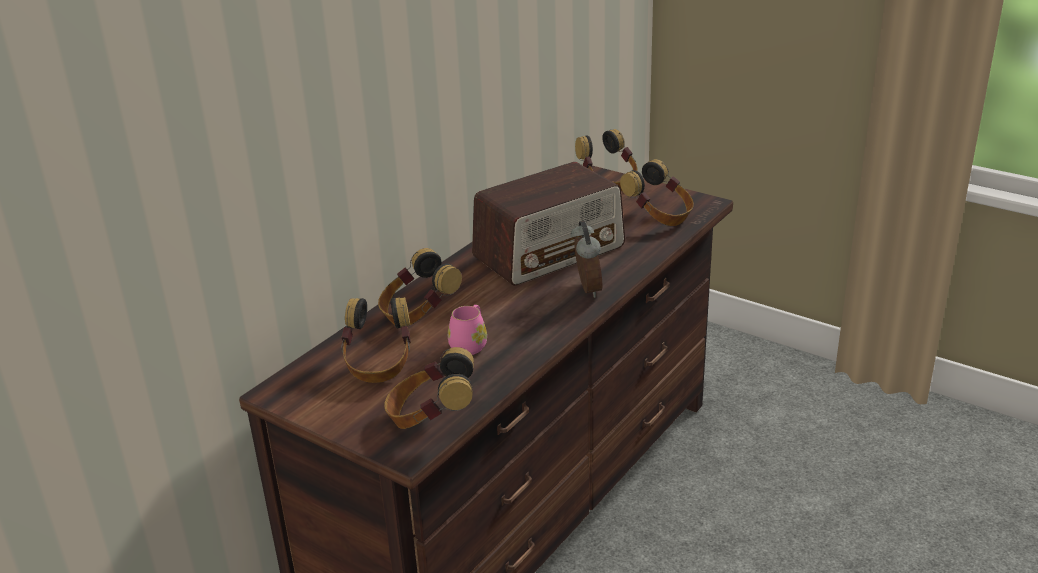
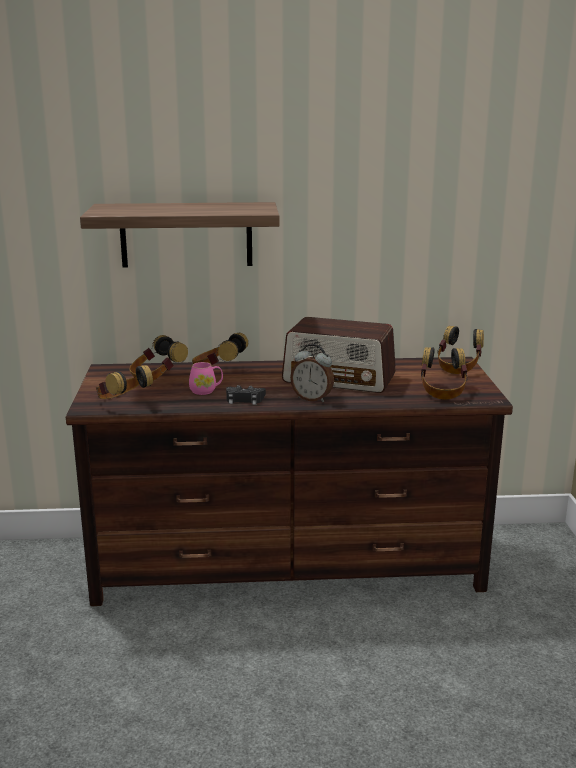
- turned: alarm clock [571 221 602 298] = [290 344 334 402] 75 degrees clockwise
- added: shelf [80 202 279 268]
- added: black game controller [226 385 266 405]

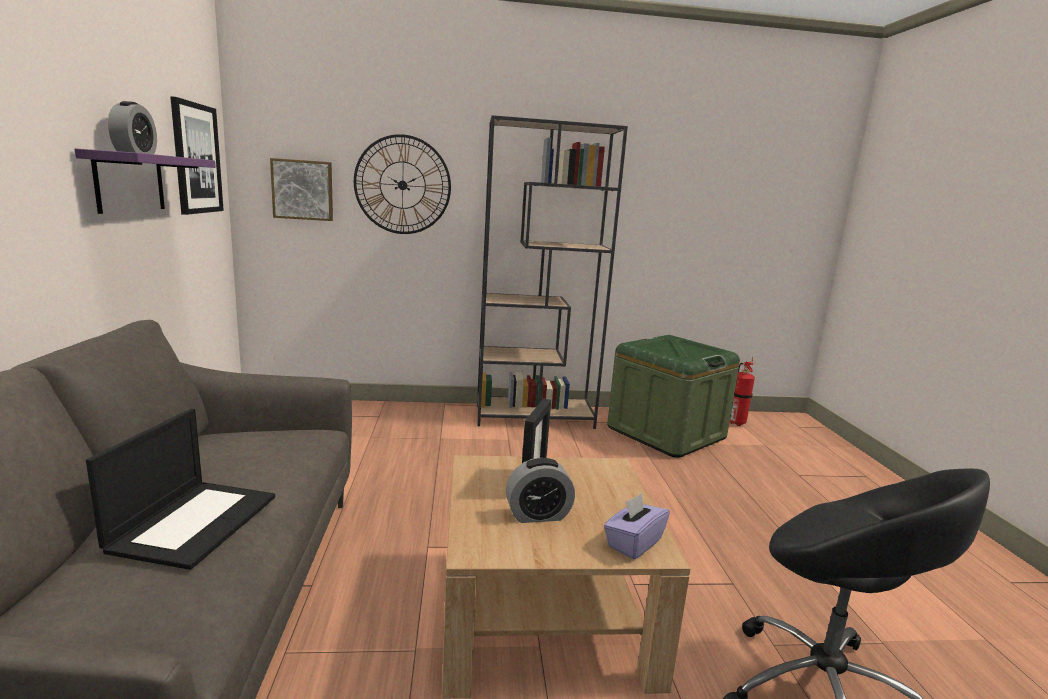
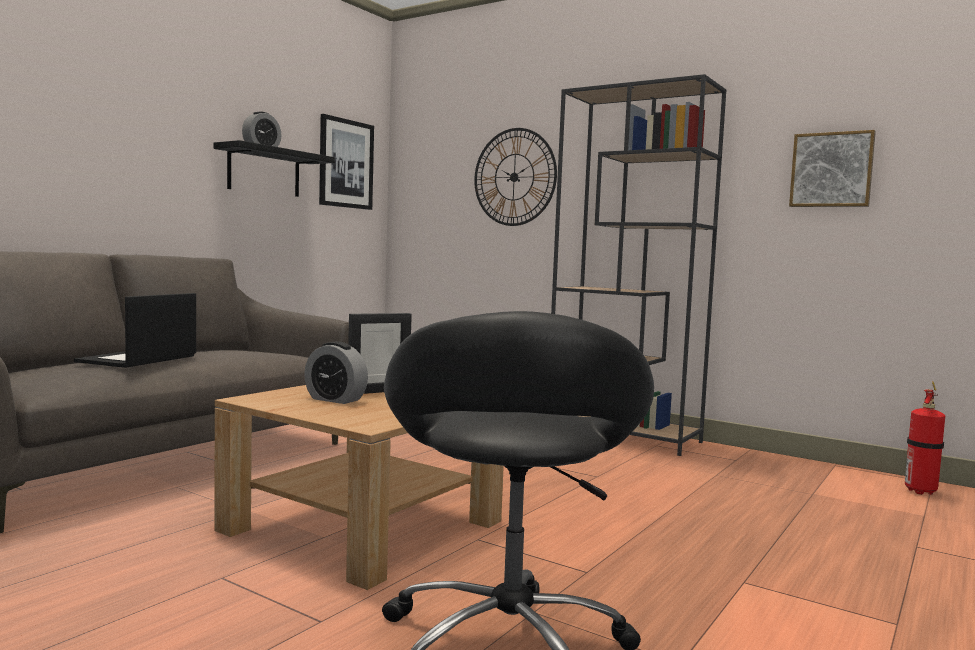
- recoloured: purple shelf [75 148 216 214] to black shelf [213 140 335 197]
- moved: picture [270 158 333 221] to [789 130 876 207]
- removed: green storage box [607 335 740 458]
- turned: laptop [86 409 275 570] = [74 293 196 368] 150 degrees clockwise
- removed: purple tissue box [604 493 670 560]

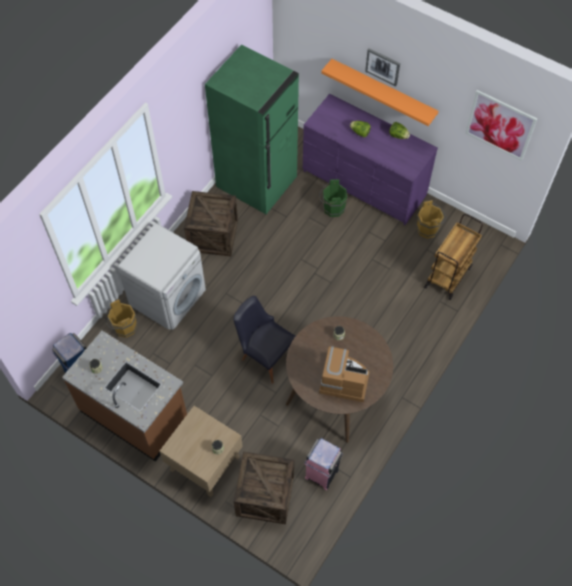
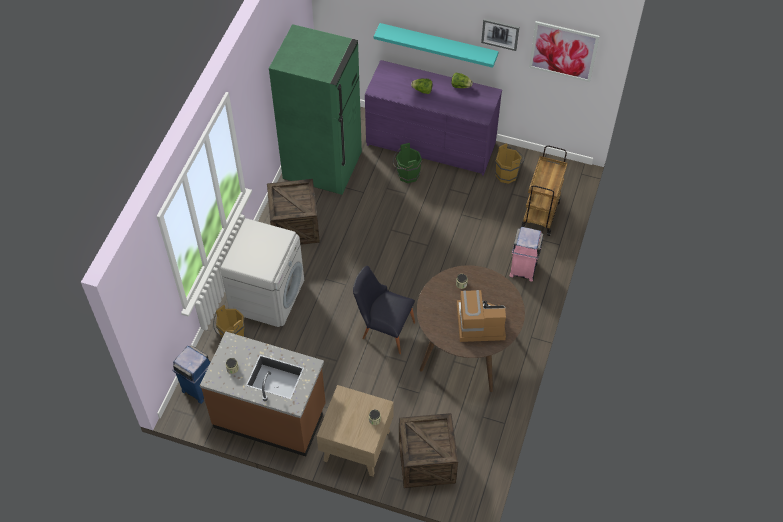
- moved: picture [365 49 400 86] to [481 19 519 51]
- recoloured: orange shelf [321 59 438 126] to turquoise shelf [374 23 499 68]
- moved: pink trash can [304 438 343 490] to [510 227 544 282]

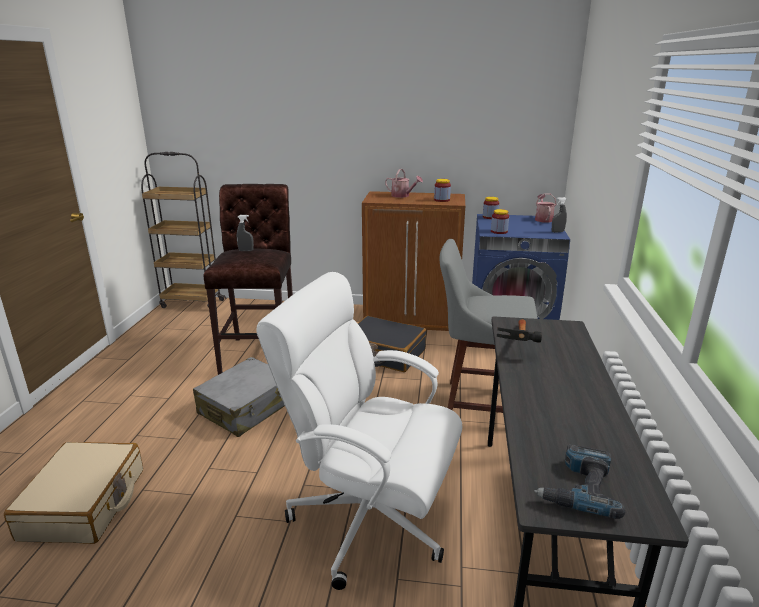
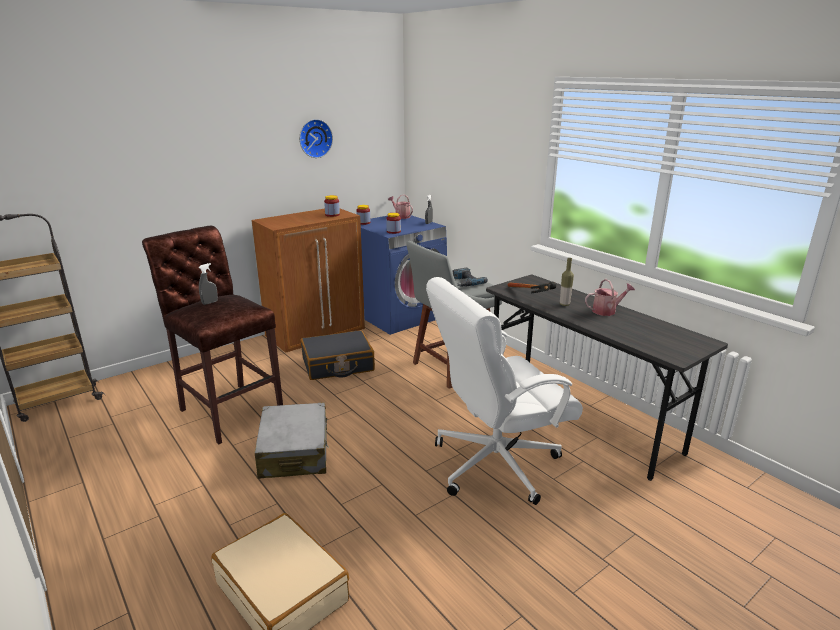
- moved: watering can [385 169 423 198] to [585 279 635 316]
- moved: power drill [534 445 625 519] to [452 268 488 287]
- added: wall clock [299 119 333 158]
- added: bottle [560 258 574 306]

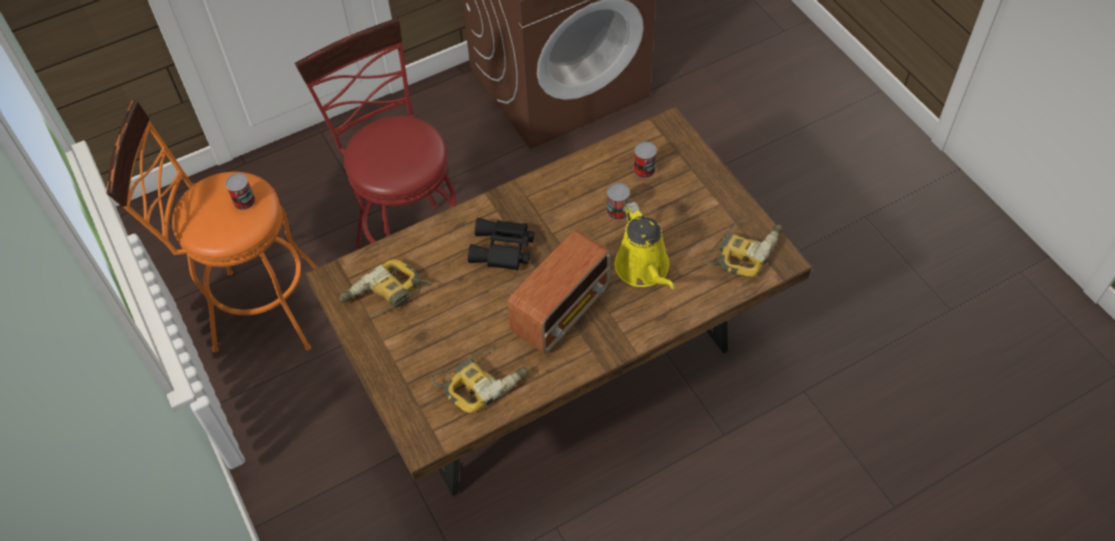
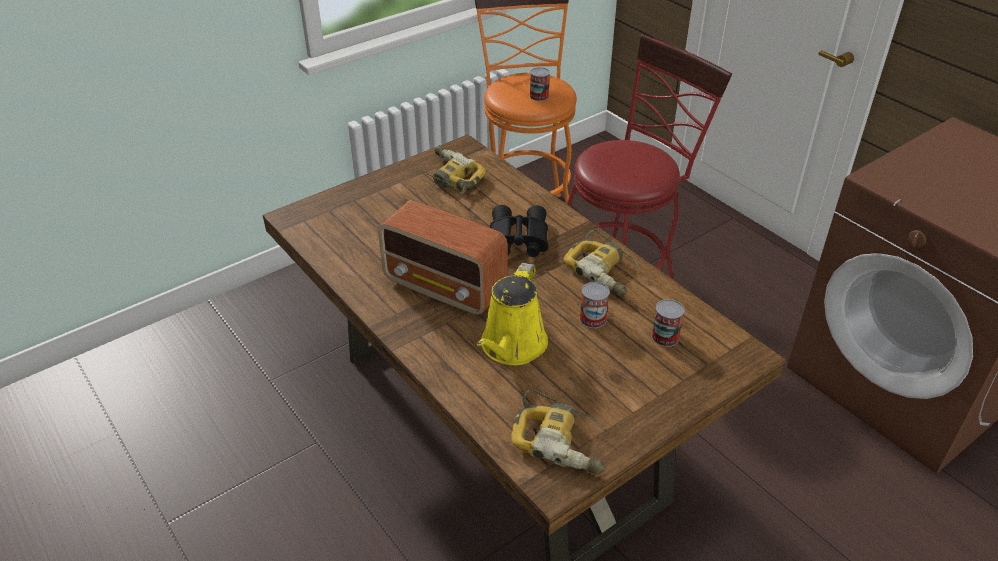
- turned: yellow watering can [615 202 676 289] = [477 263 548 365] 45 degrees counterclockwise
- moved: power drill [431 350 529 413] to [563 229 641 296]

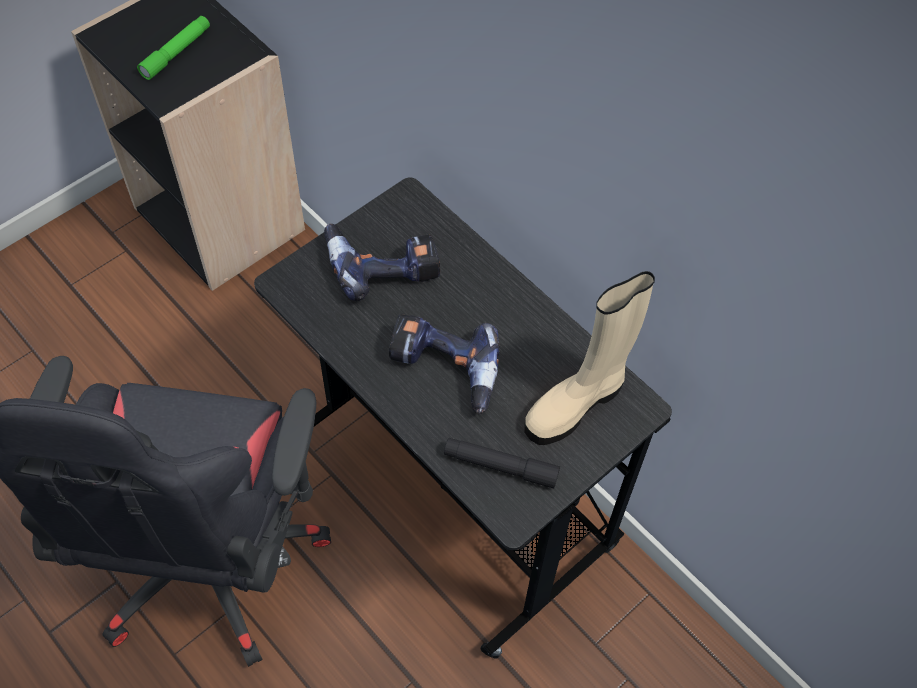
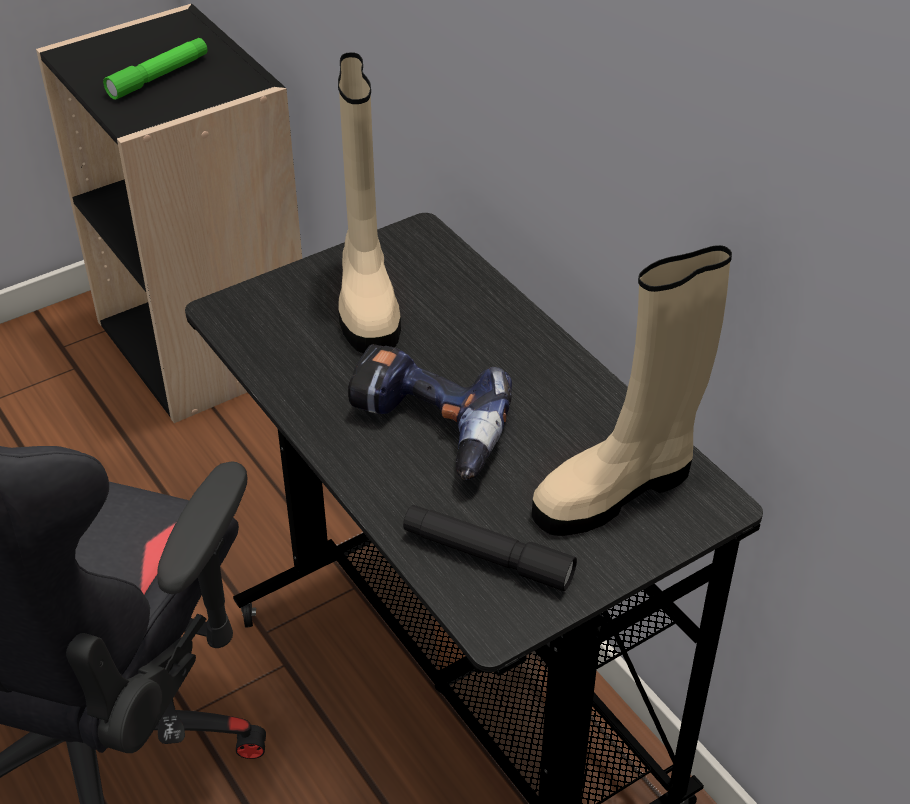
- replaced: power drill [324 223 441 301] to beige boot [338 52 401 354]

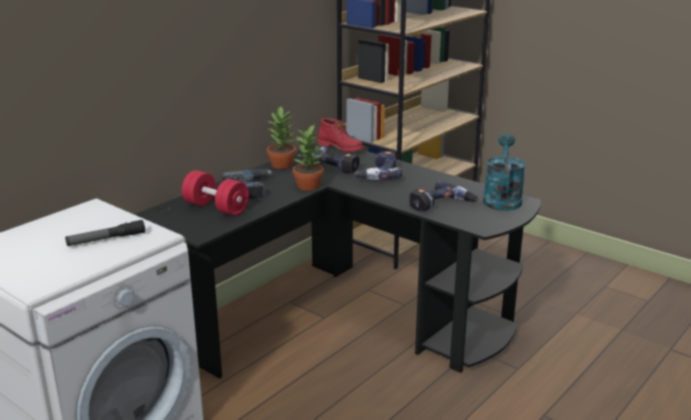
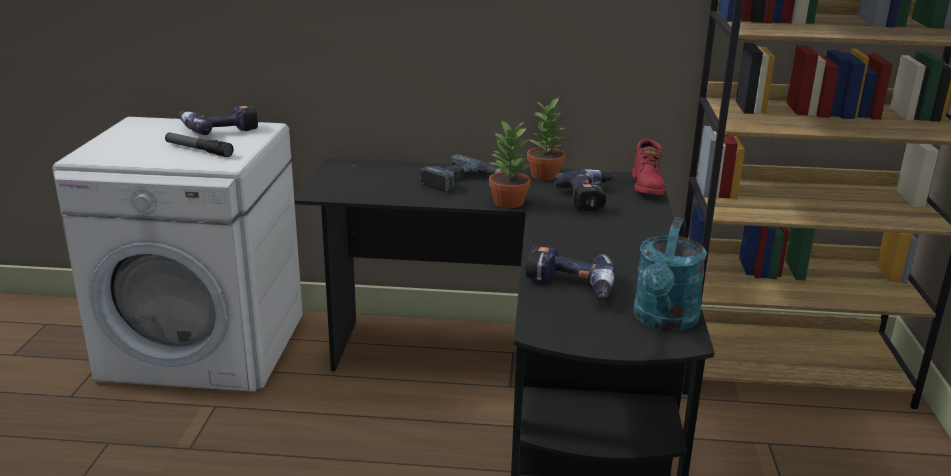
- turned: turquoise watering can [483 134 526 211] = [633 217 707 331] 135 degrees clockwise
- moved: power drill [354 151 402 180] to [179 105 258 135]
- removed: red dumbbell [182 170 249 216]

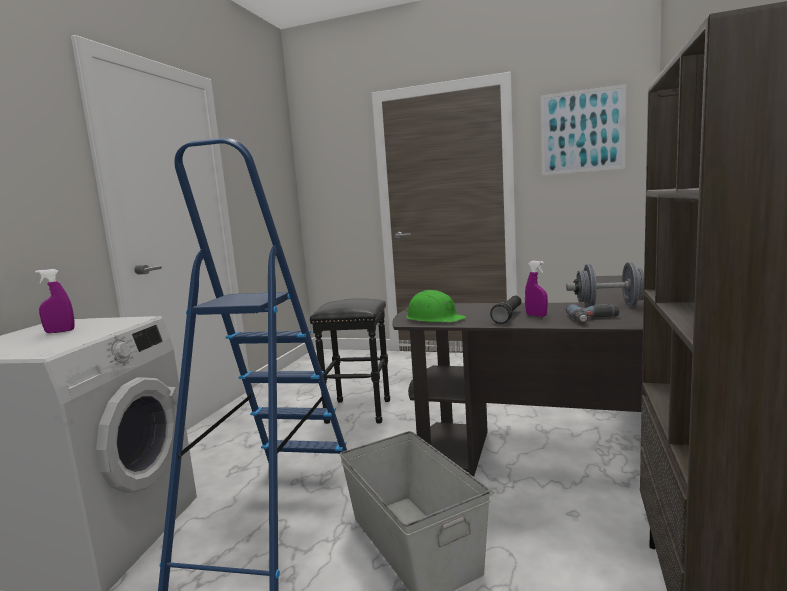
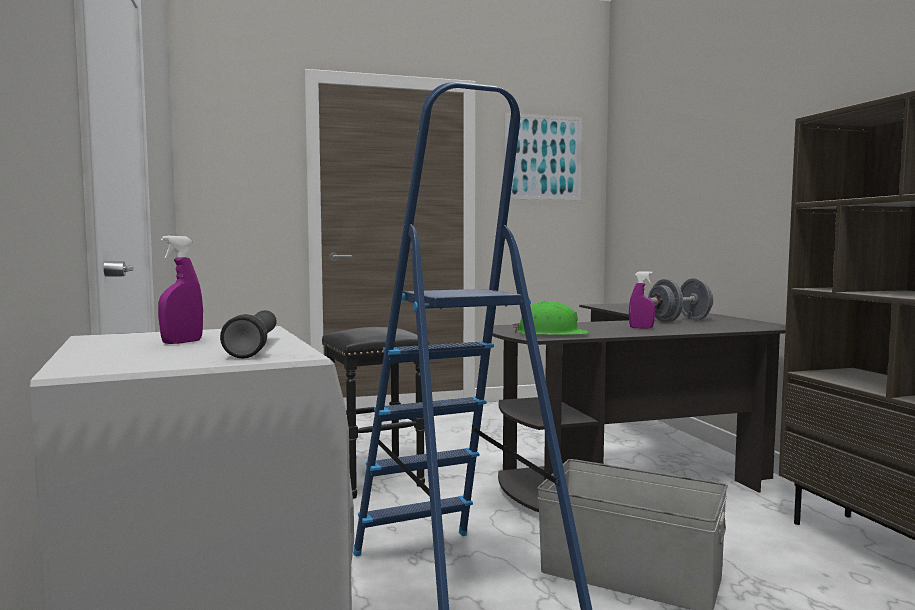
- moved: black flashlight [490 296 521 324] to [220 310 277 358]
- removed: power drill [566 304 619 323]

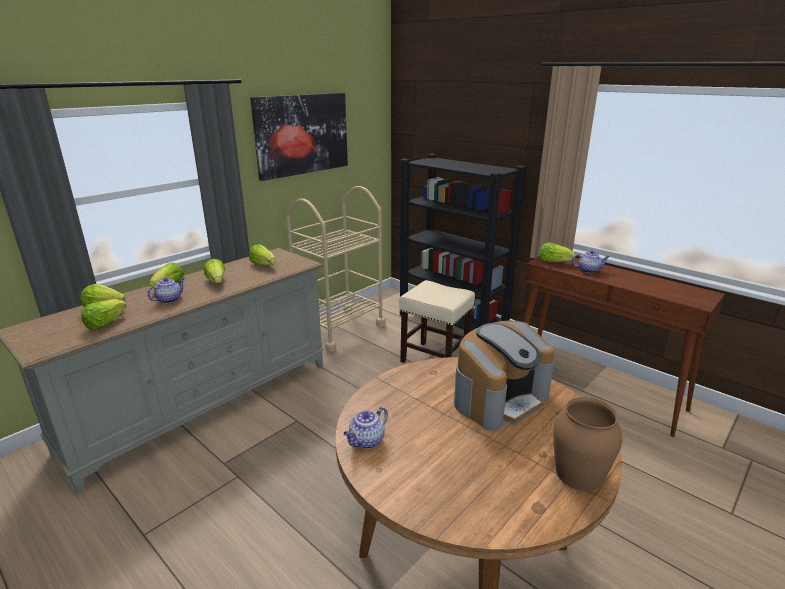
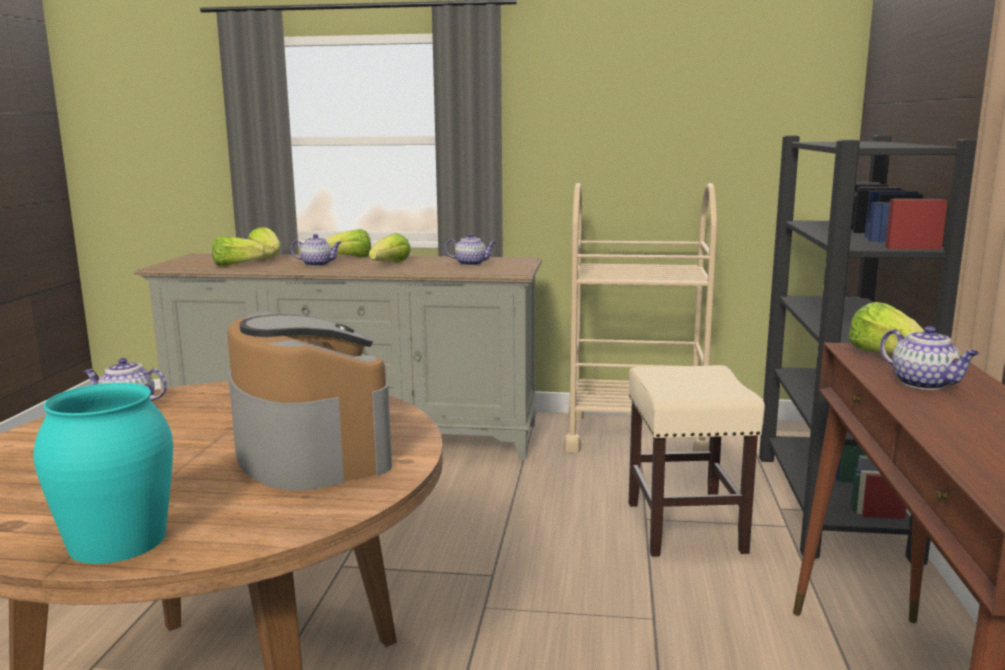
- removed: picture [250 93 348 181]
- replaced: lettuce [249 244 276 265] to teapot [445 233 496 266]
- turned: coffee machine [454 320 555 431] = [227 311 392 490] 135 degrees counterclockwise
- recoloured: brown vase [553 397 622 491] to turquoise vase [33 383 173 564]

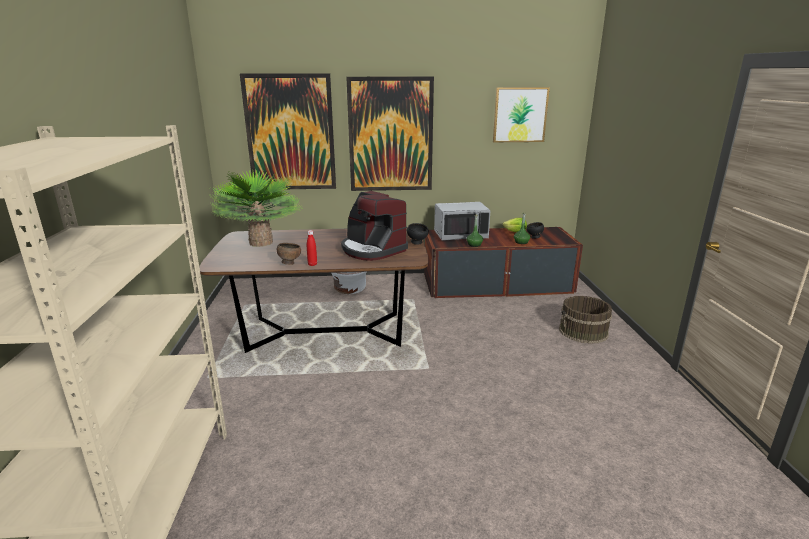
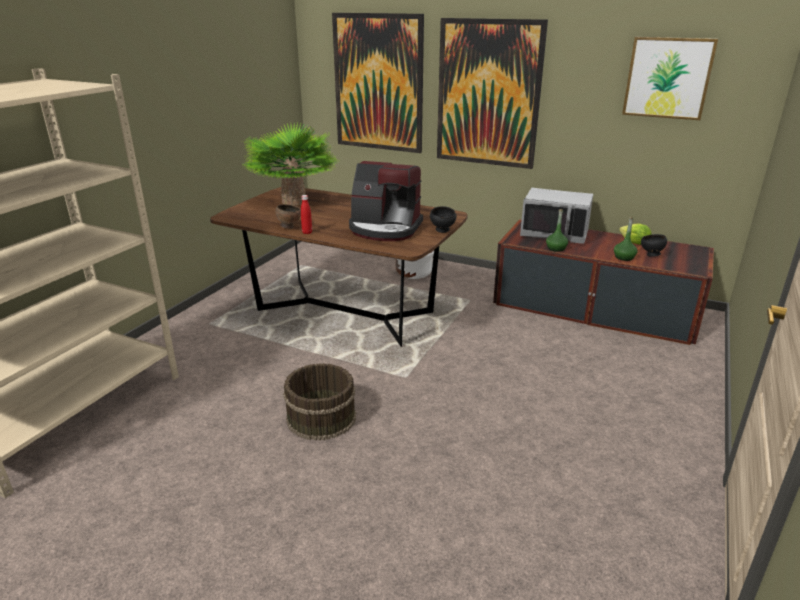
- turned: coffee machine [341 191 408 261] = [349 161 423 241] 60 degrees counterclockwise
- moved: brown bucket [559 296 612 344] to [283 363 356 440]

